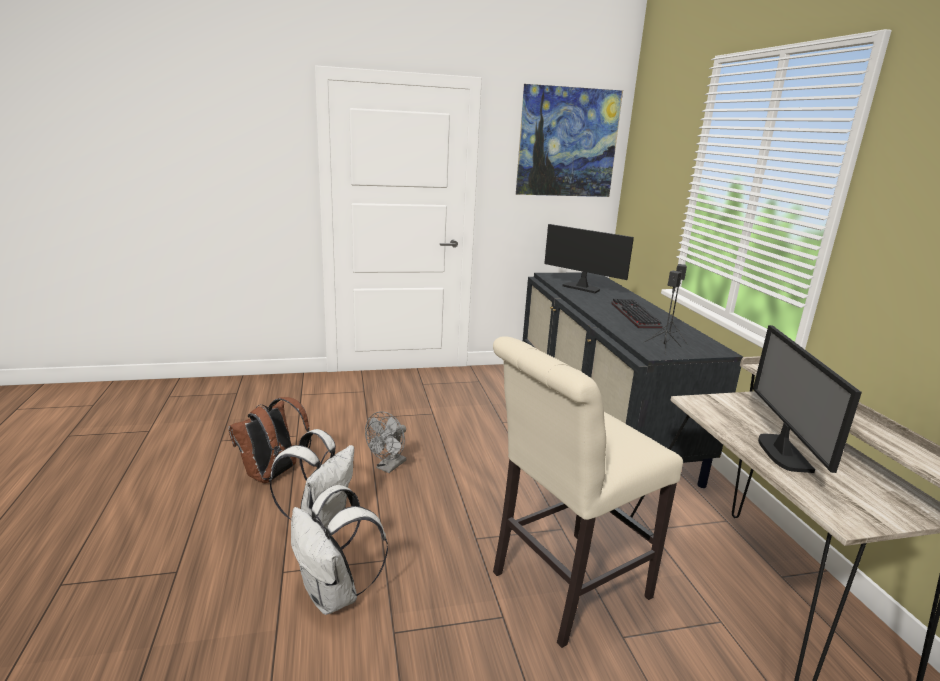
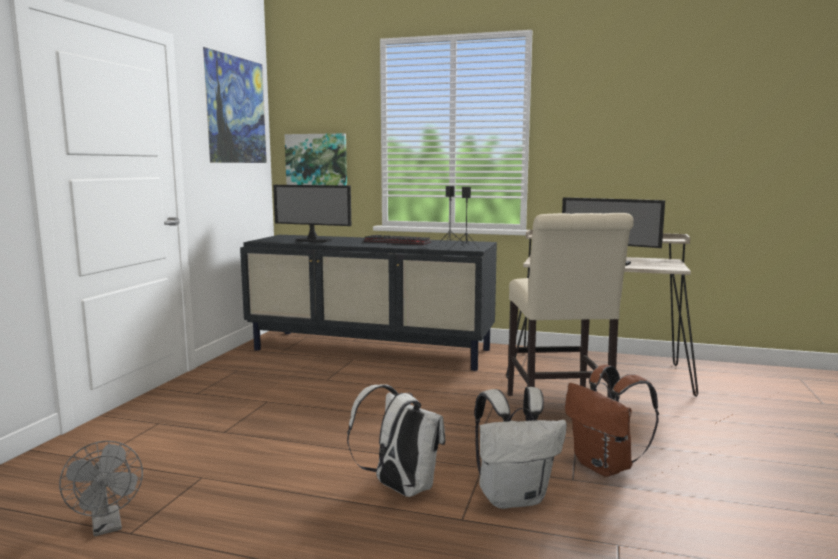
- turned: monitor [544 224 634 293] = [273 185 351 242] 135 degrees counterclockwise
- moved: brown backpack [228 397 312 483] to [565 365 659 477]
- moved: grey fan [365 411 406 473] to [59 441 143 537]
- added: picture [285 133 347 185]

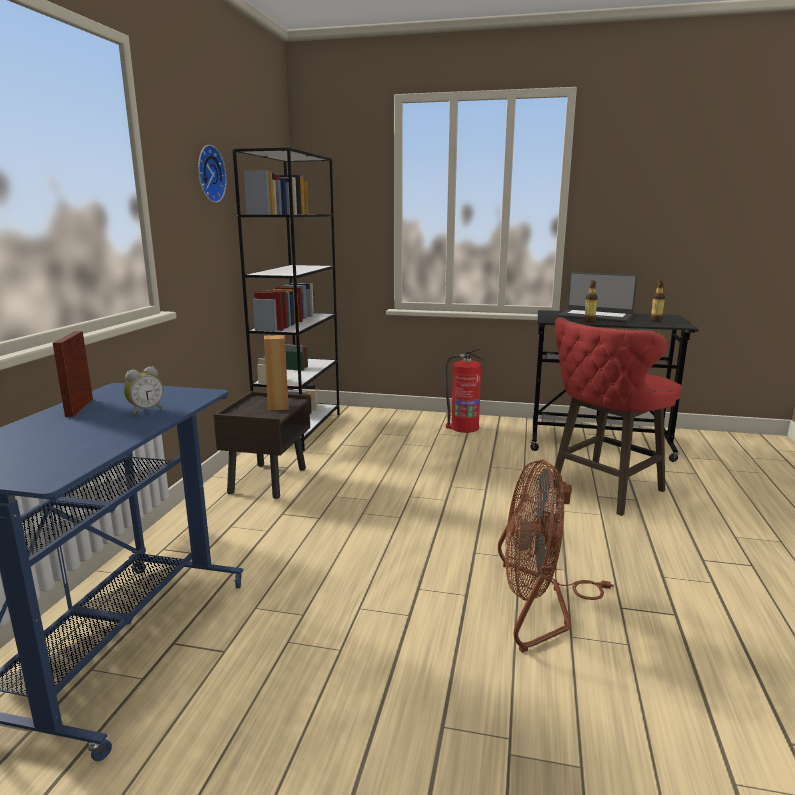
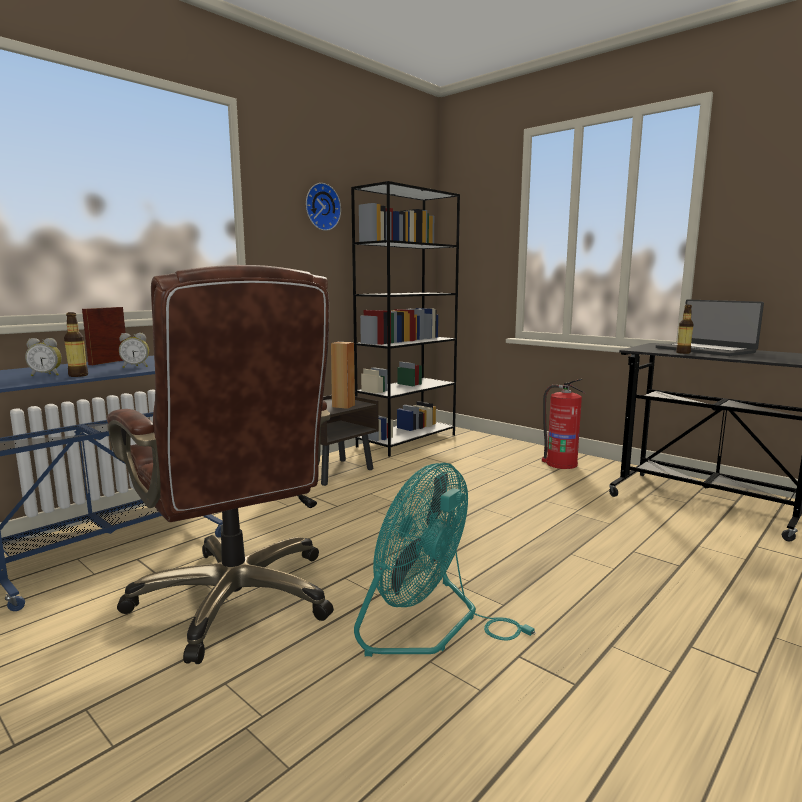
- moved: bottle [650 280 665 322] to [64 312 88 377]
- removed: red stool [553 317 681 516]
- recoloured: brown fan [498 460 614 653] to turquoise fan [354 463 536 657]
- added: brown office chair [107 265 334 664]
- added: alarm clock [25 338 62 376]

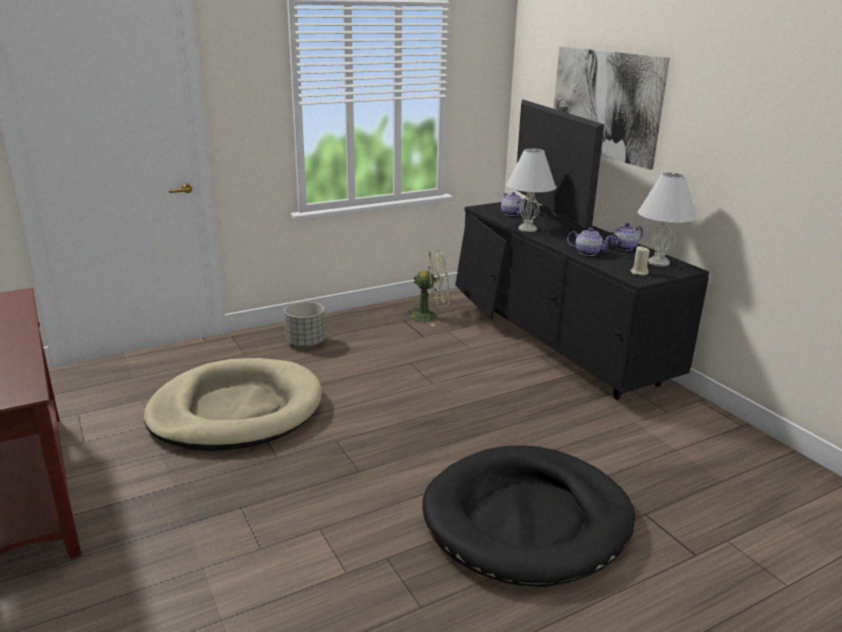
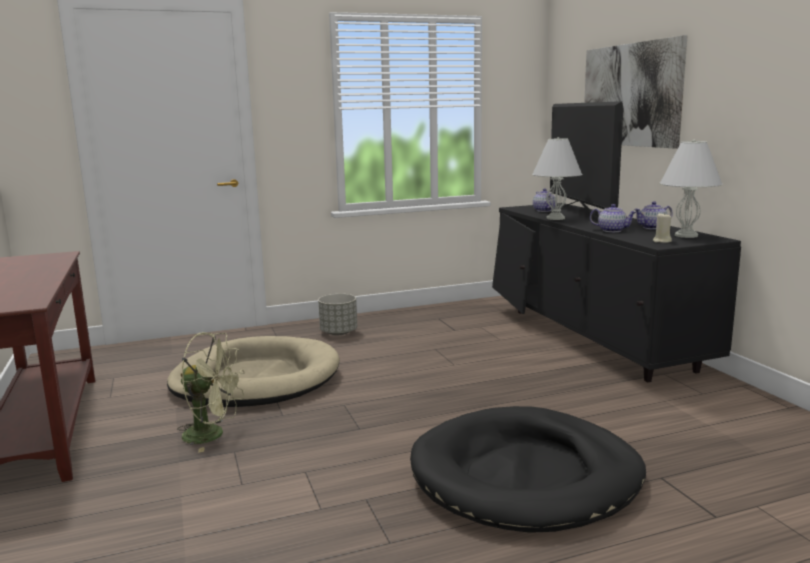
- moved: green fan [403 250 449 326] to [178 332 244 453]

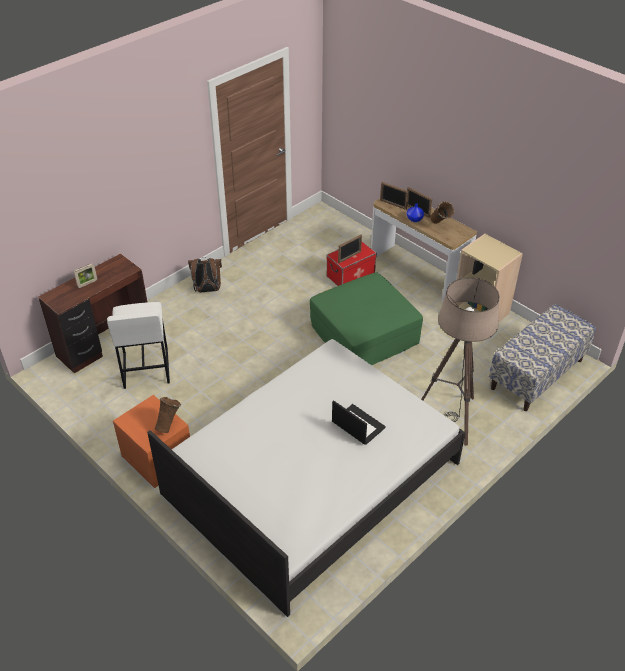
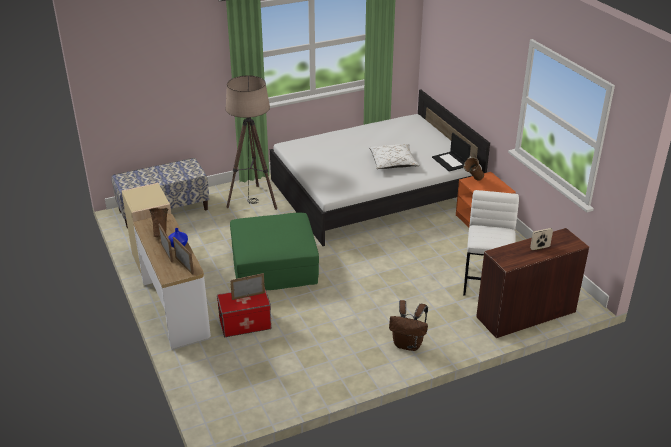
- moved: laptop [332 400 386 445] to [432 133 471 172]
- added: white pillow [369 144 420 169]

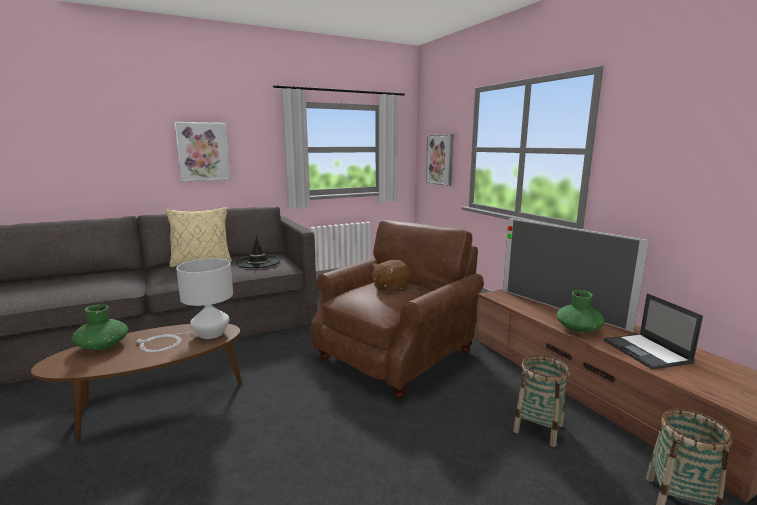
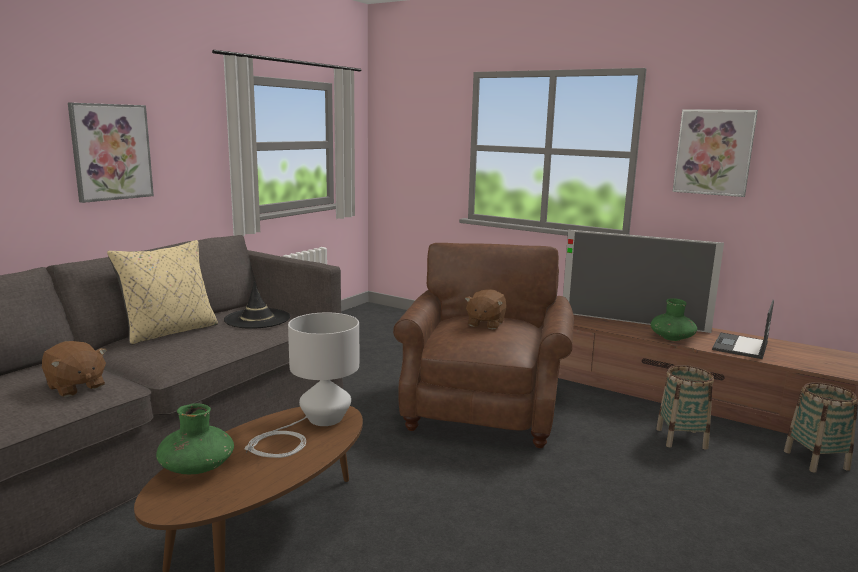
- moved: picture [426 134 454 186] to [673 109 758 197]
- turned: laptop [604 293 703 370] = [712 300 774 359] 75 degrees clockwise
- added: brown plush toy [42 341 107 397]

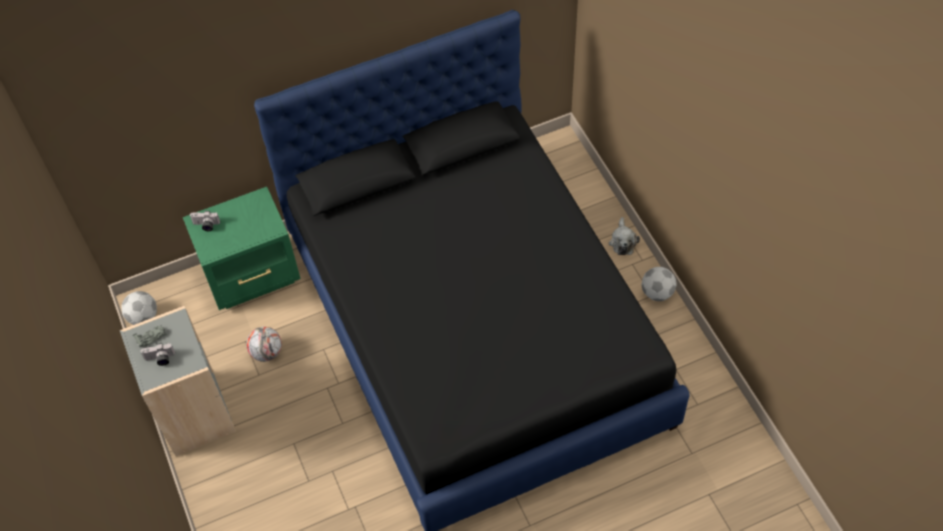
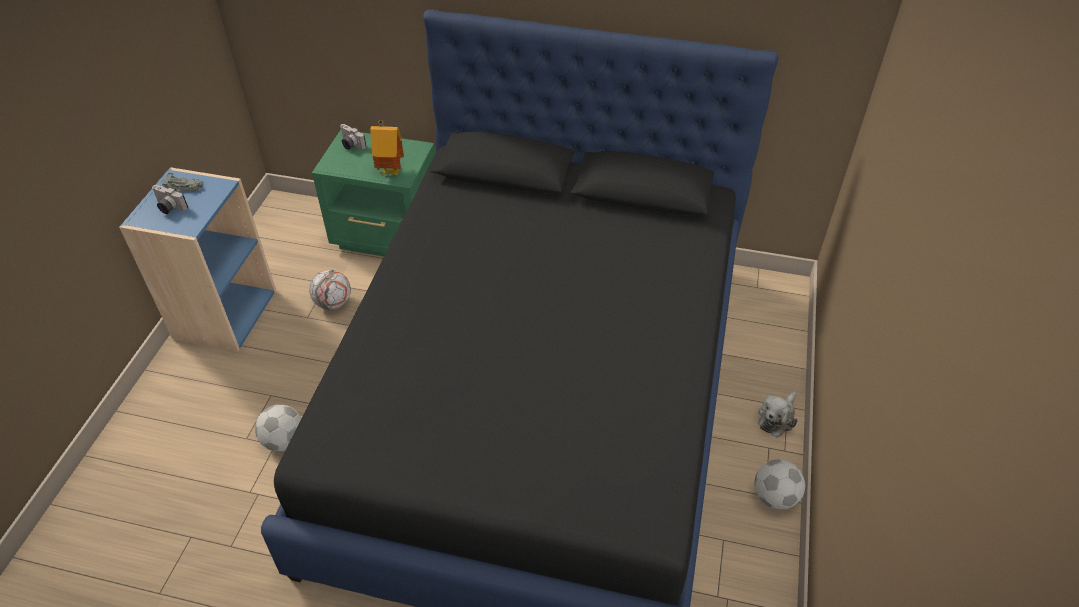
- moved: football [121 291 157 325] to [255 405 302 451]
- recoloured: grey bookcase [120 306 236 456] to blue bookcase [119 167 276 351]
- added: toy house [370 121 404 176]

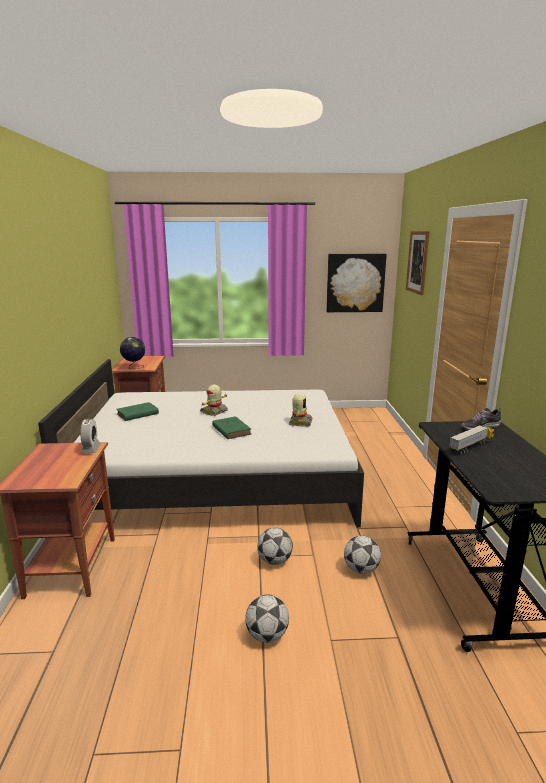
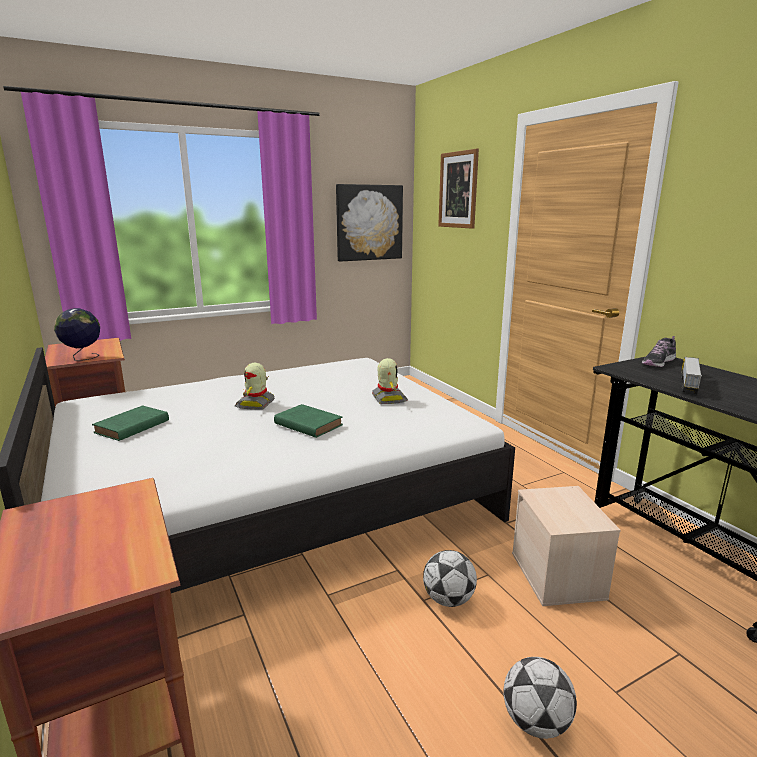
- removed: alarm clock [80 419 101 454]
- replaced: football [344 535 381 574] to beige storage box [512 486 621 606]

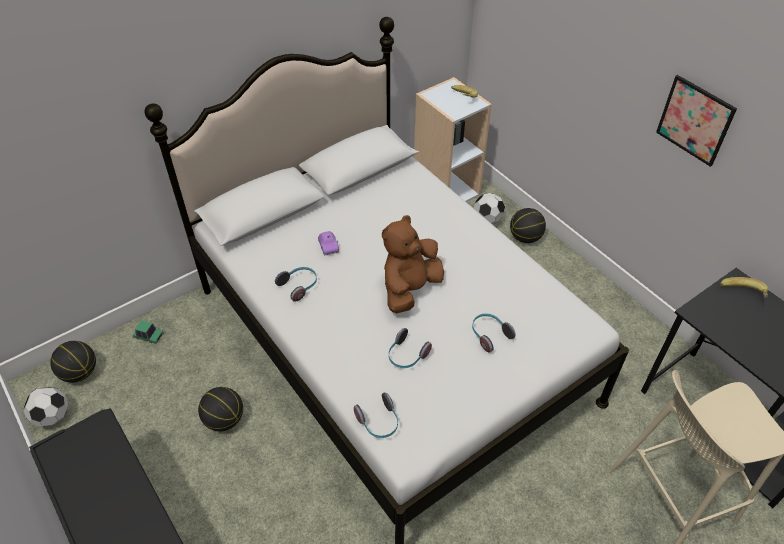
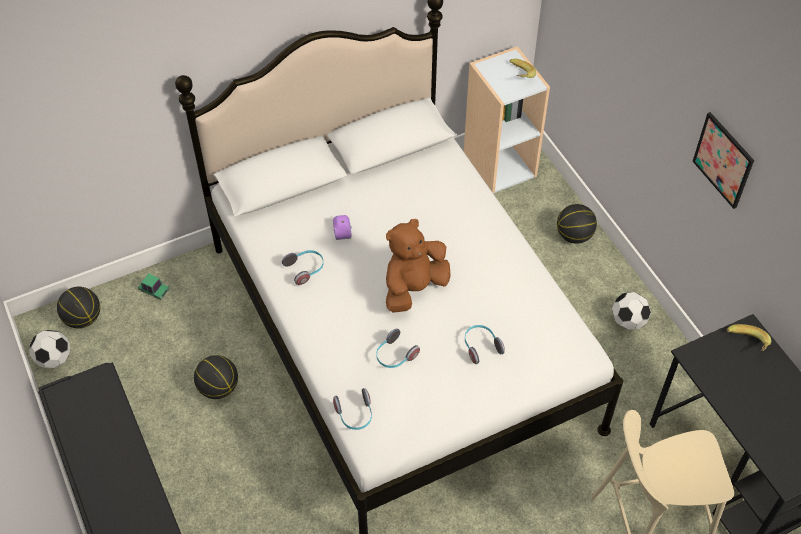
- moved: football [474 193 505 224] to [612 292 651 330]

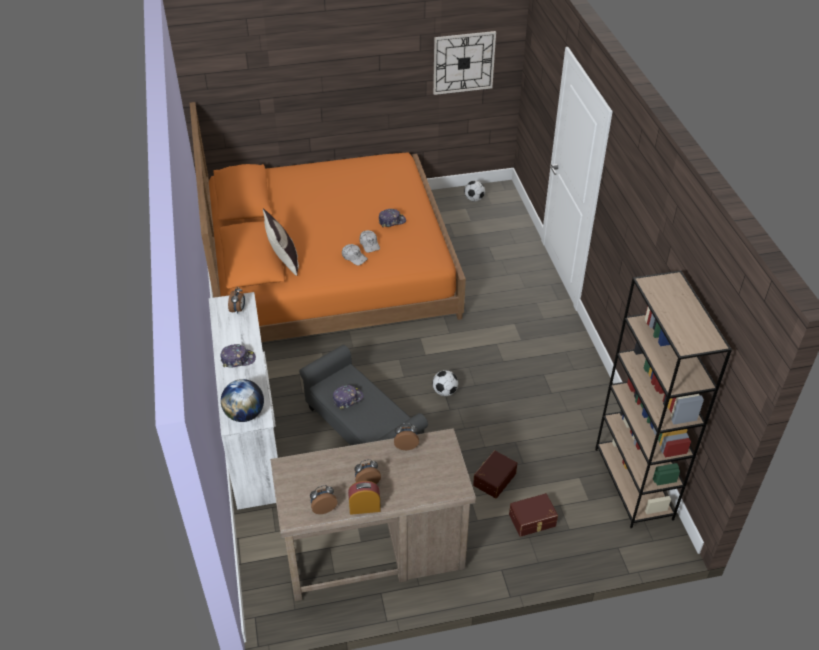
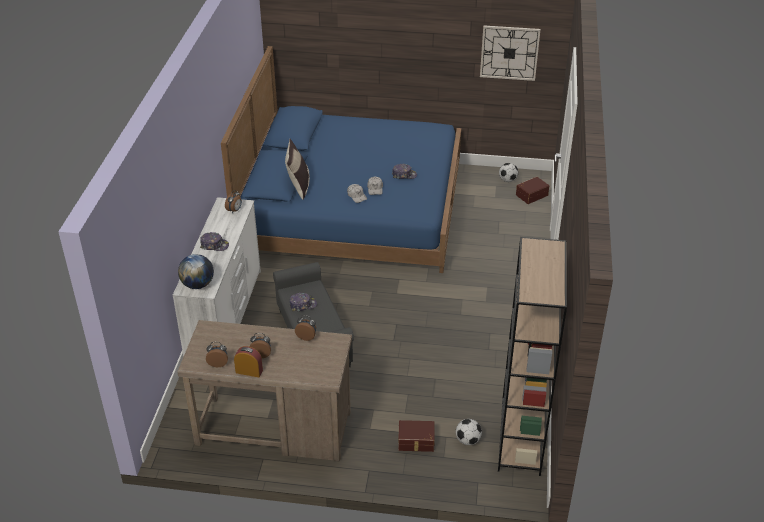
- recoloured: orange bed [190 102 466 342] to blue bed [221 46 461 273]
- moved: football [432 370 458 396] to [456 419 482 445]
- moved: brown storage box [473 450 517 498] to [516 177 549 204]

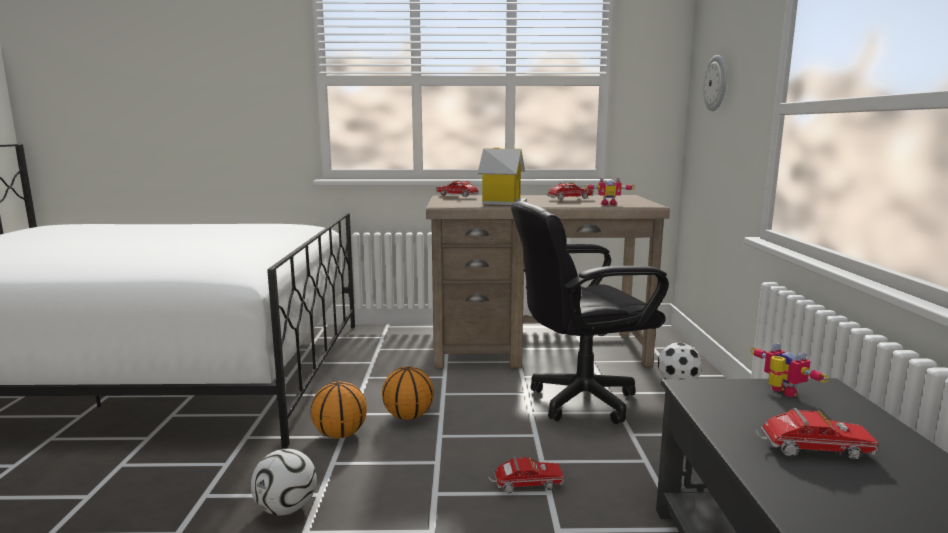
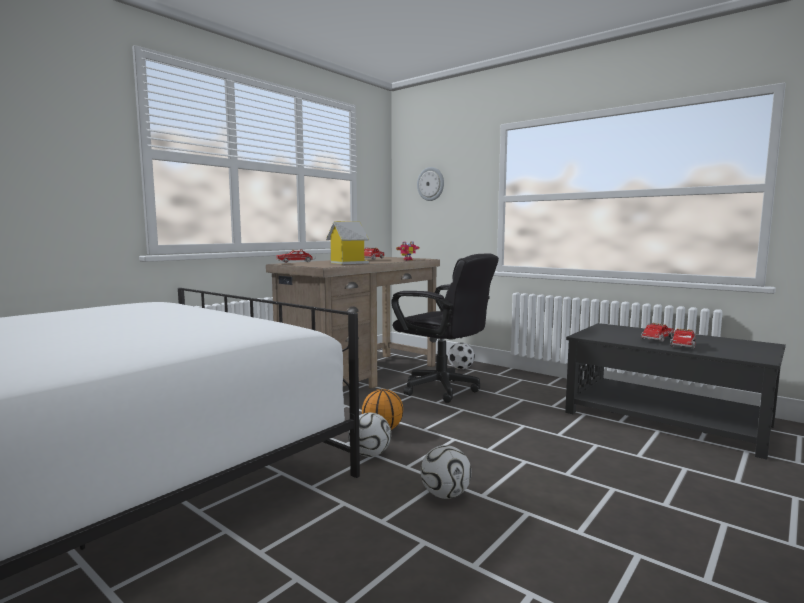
- turned: black office chair [511 201 669 424] = [391 254 499 403] 75 degrees counterclockwise
- removed: toy robot [750 343 829 397]
- replaced: basketball [311 381 367 438] to football [348 413 391 457]
- moved: toy truck [488 457 564 493] to [670 329 696 349]

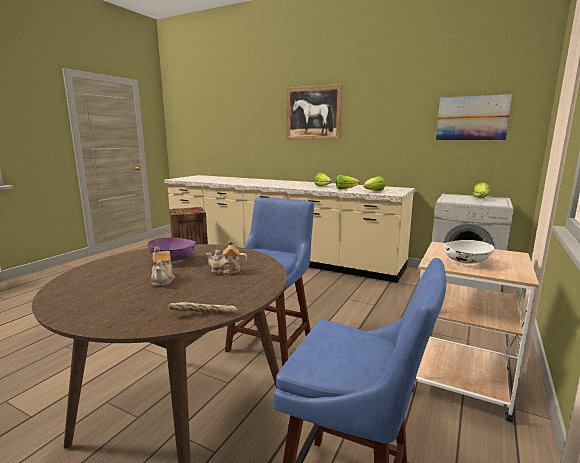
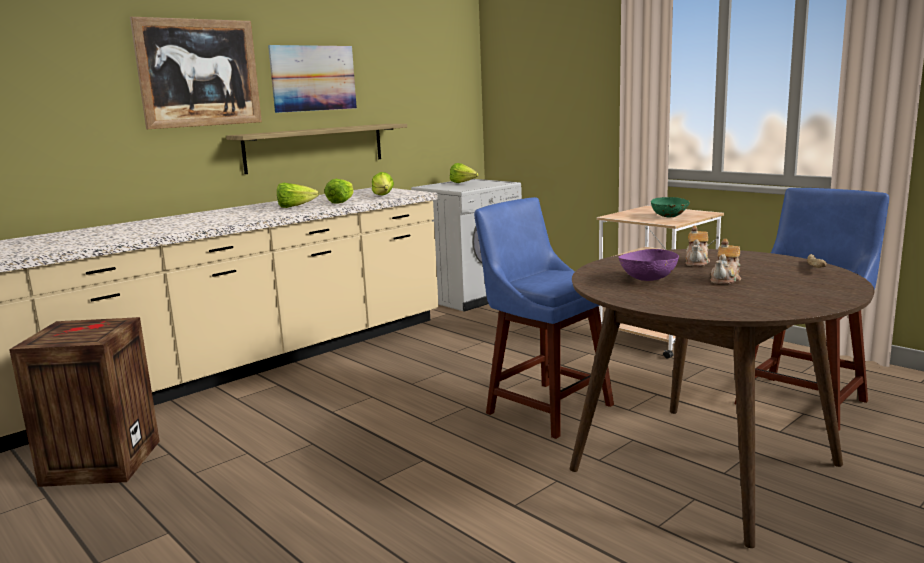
- moved: picture [436 94 512 140] to [268 45 357 113]
- recoloured: white bowl [444 240 495 264] to green bowl [651 197 690 218]
- turned: teapot [151 246 175 286] = [711 239 741 284] 120 degrees clockwise
- added: shelf [226 124 407 174]

